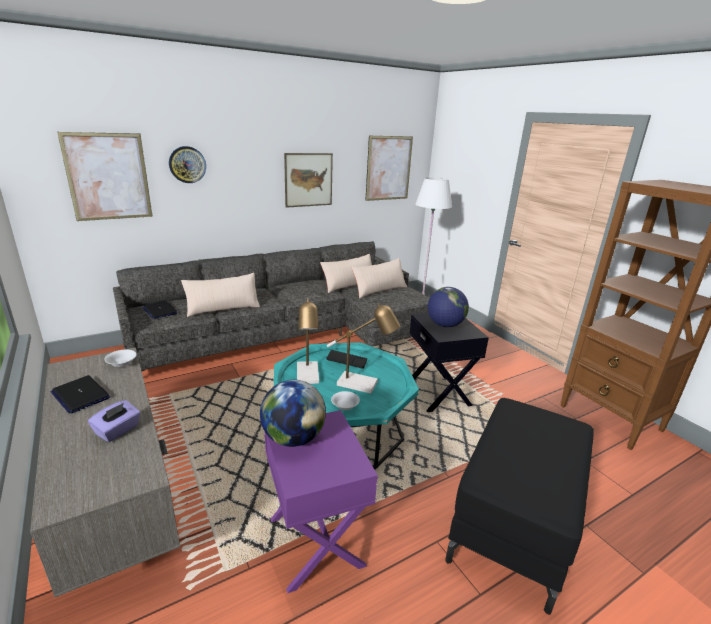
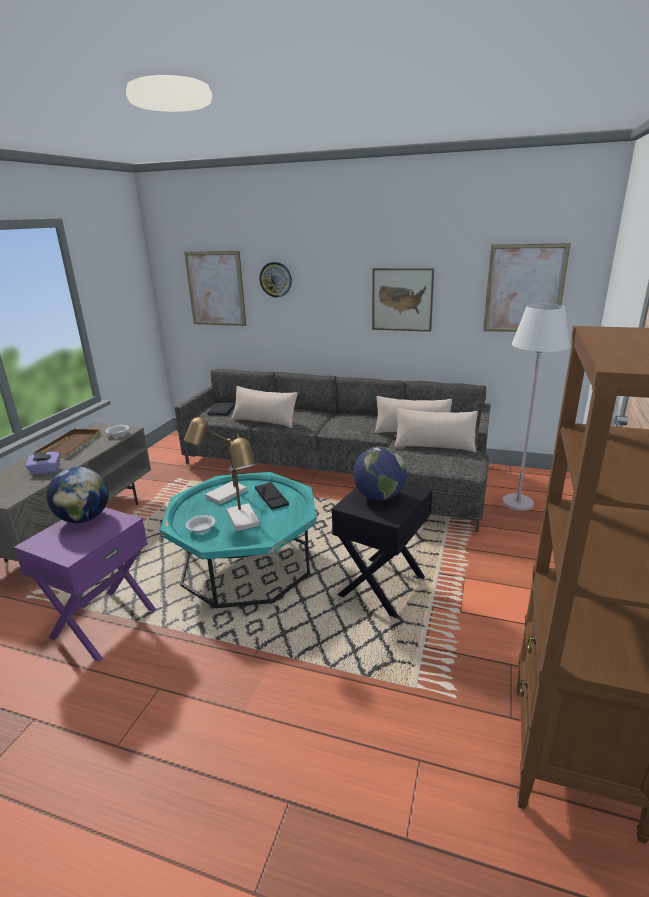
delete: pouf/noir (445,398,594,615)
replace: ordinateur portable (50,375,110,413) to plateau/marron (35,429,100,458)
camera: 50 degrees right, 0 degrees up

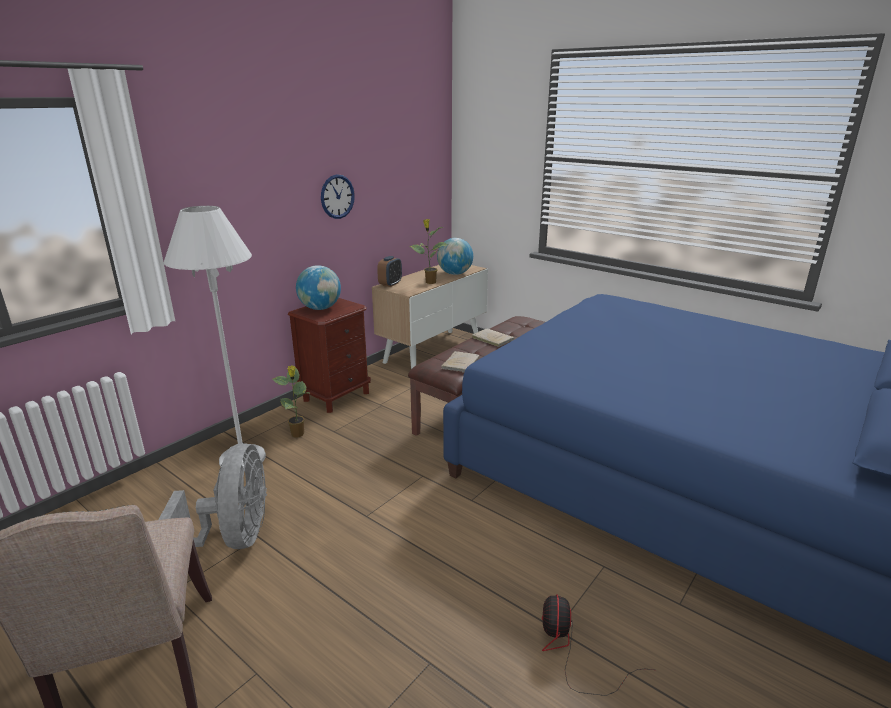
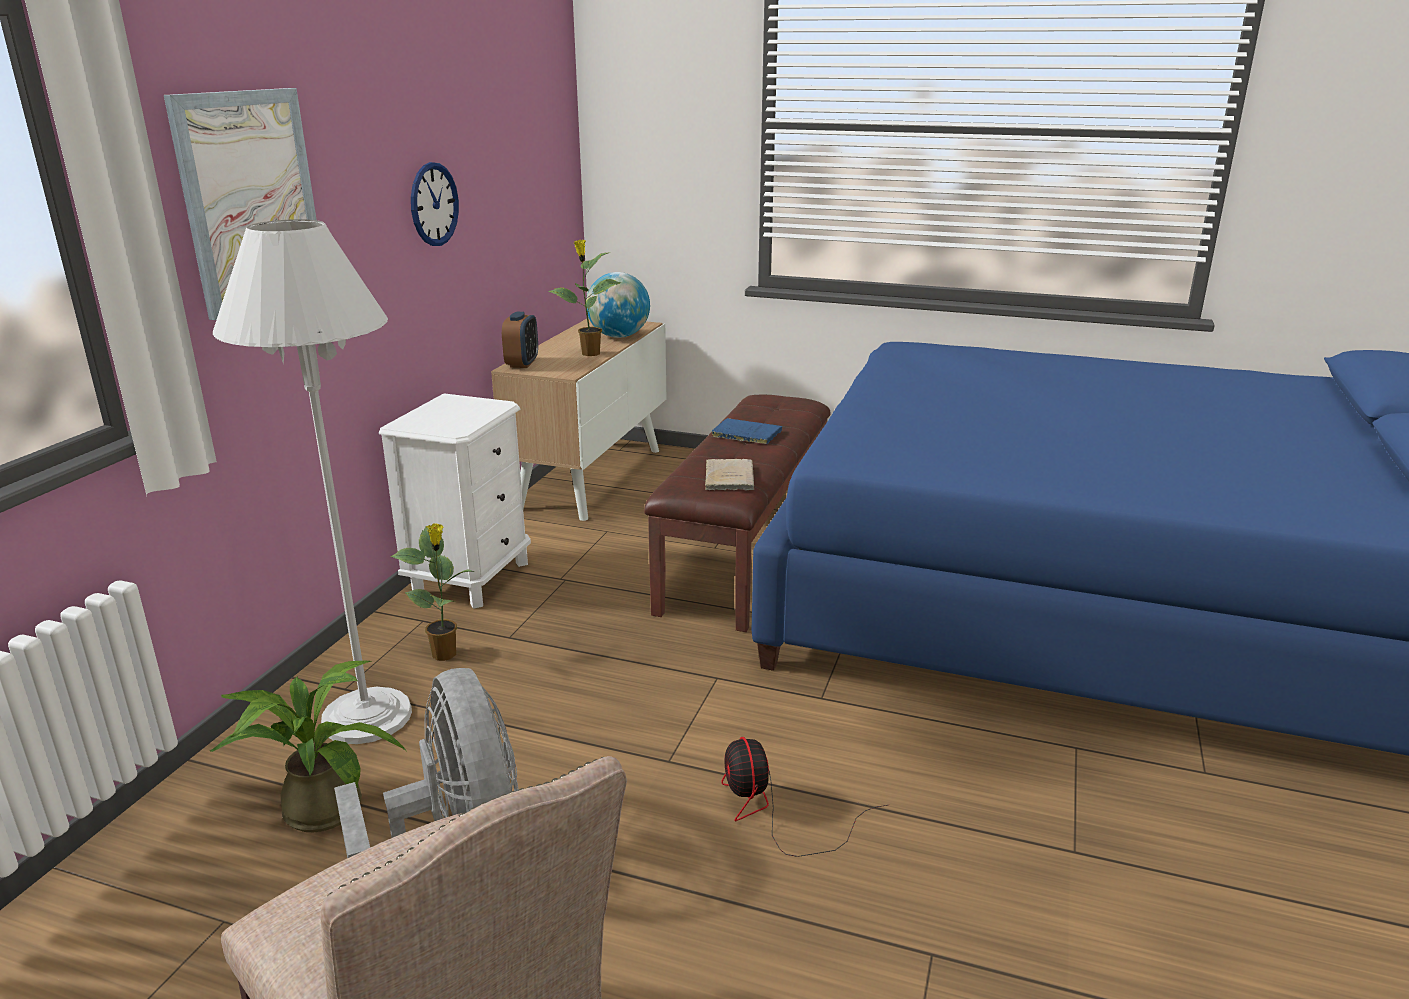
delete: globe (296,265,341,310)
insert: tableau (164,88,317,320); plante en pot (210,661,406,832)
move: ventilateur (542,594,653,696) to (721,737,888,857)
recolor: table de chevet/marron (288,298,371,413) to table de chevet/blanc (379,393,531,609); livre/beige (471,328,514,347) to livre/bleu (712,418,782,444)
camera: 20 degrees left, 0 degrees up

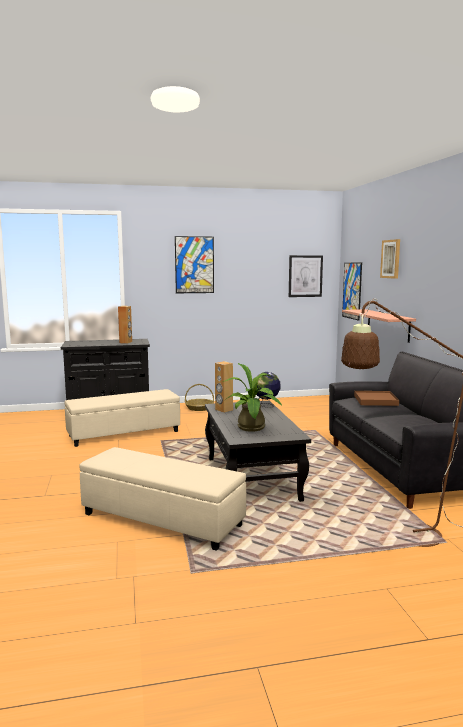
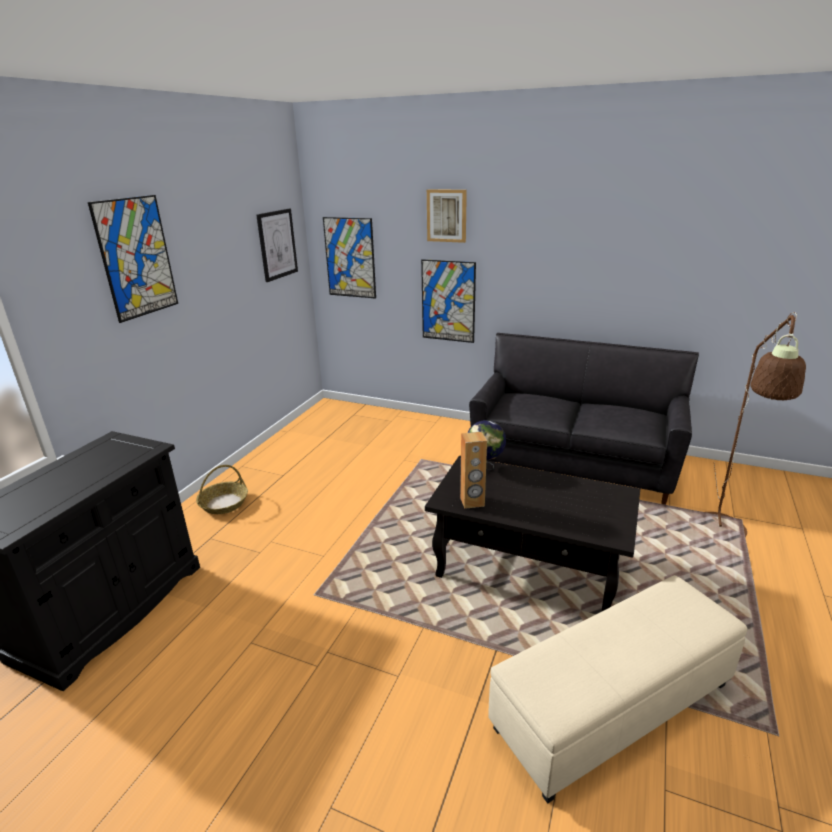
delete: pouf/beige (64,389,180,447); enceinte/marron (118,306,132,344); plante en pot (224,363,282,432); plateau/marron (354,391,399,406)
replace: étagère (342,309,416,343) to tableau (421,259,476,343)
camera: 55 degrees left, 15 degrees up

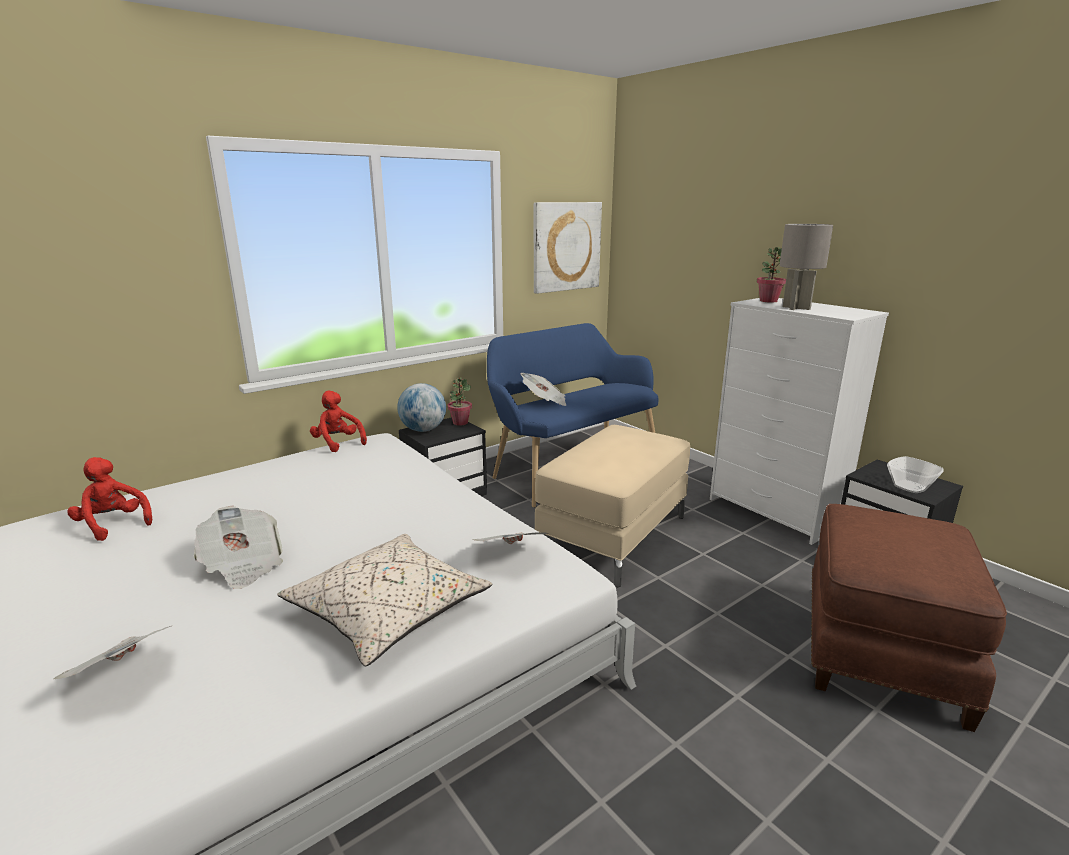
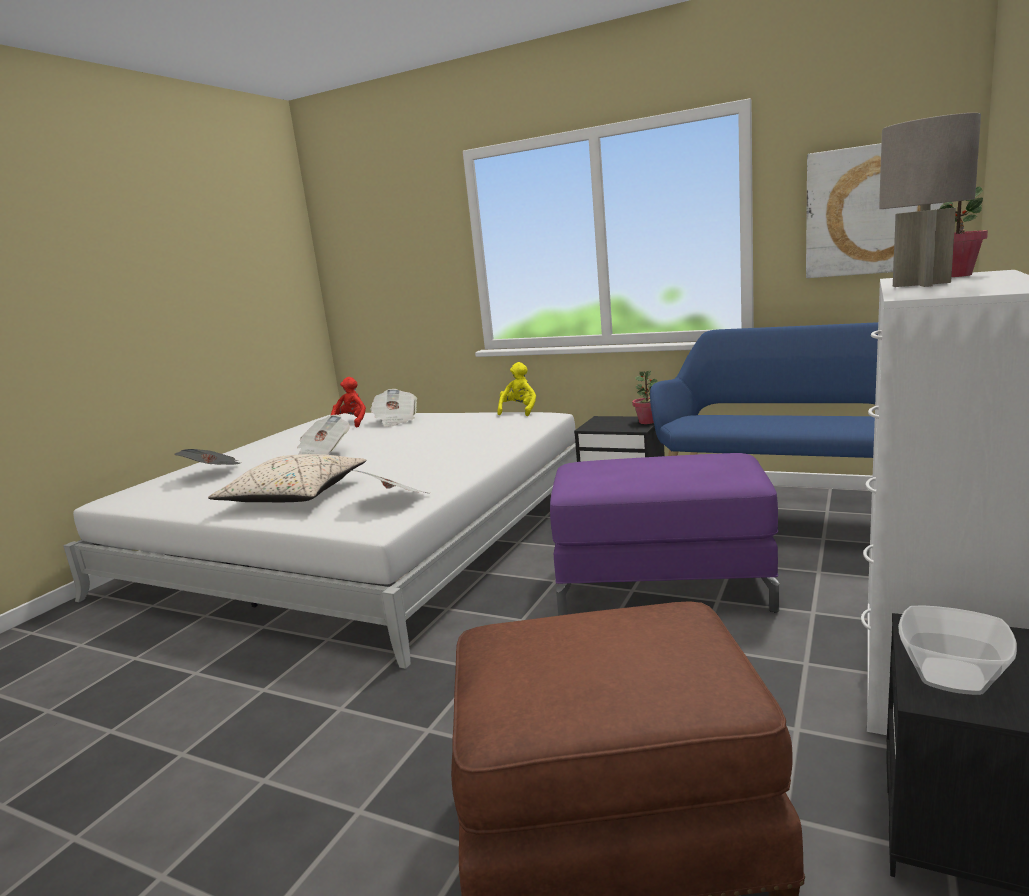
delete: globe (397,383,446,432)
move: journal (521,373,566,406) to (370,389,417,427)
recolor: peluche/rouge (310,391,367,452) to peluche/jaune (497,362,536,416); pouf/beige (535,425,690,587) to pouf/violet (550,453,779,616)
camera: 65 degrees right, 5 degrees down

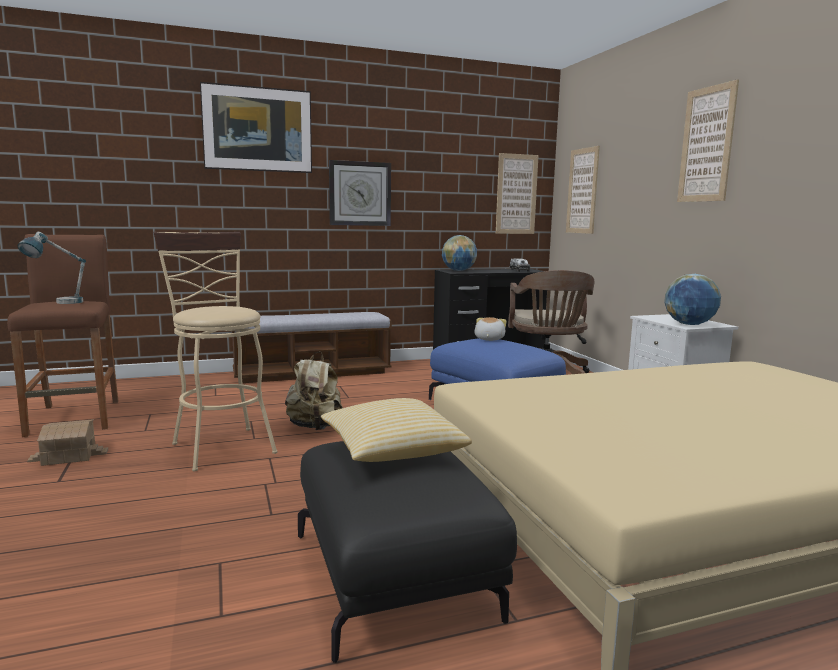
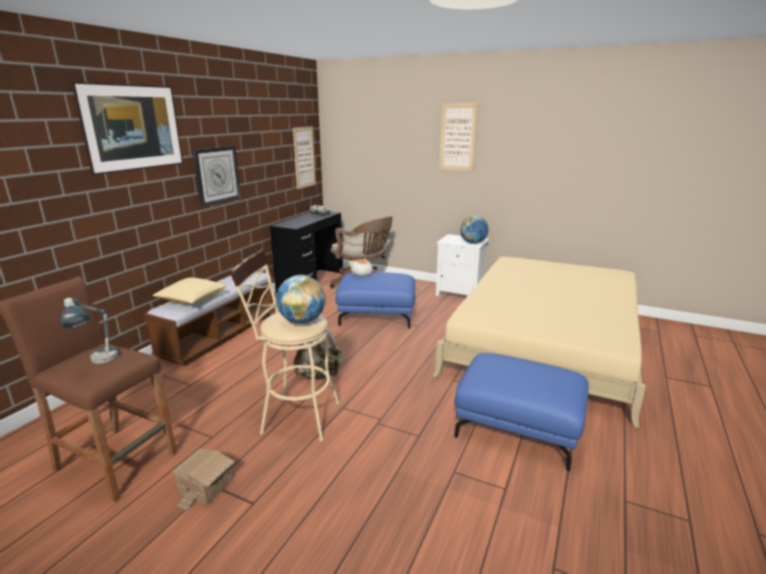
delete: tableau (566,146,600,234)
move: coussin (321,398,472,462) to (153,278,226,304); globe (442,235,477,271) to (276,275,325,324)
recolor: pouf/noir (298,441,517,663) to pouf/bleu (454,353,589,471)
camera: 45 degrees left, 10 degrees up

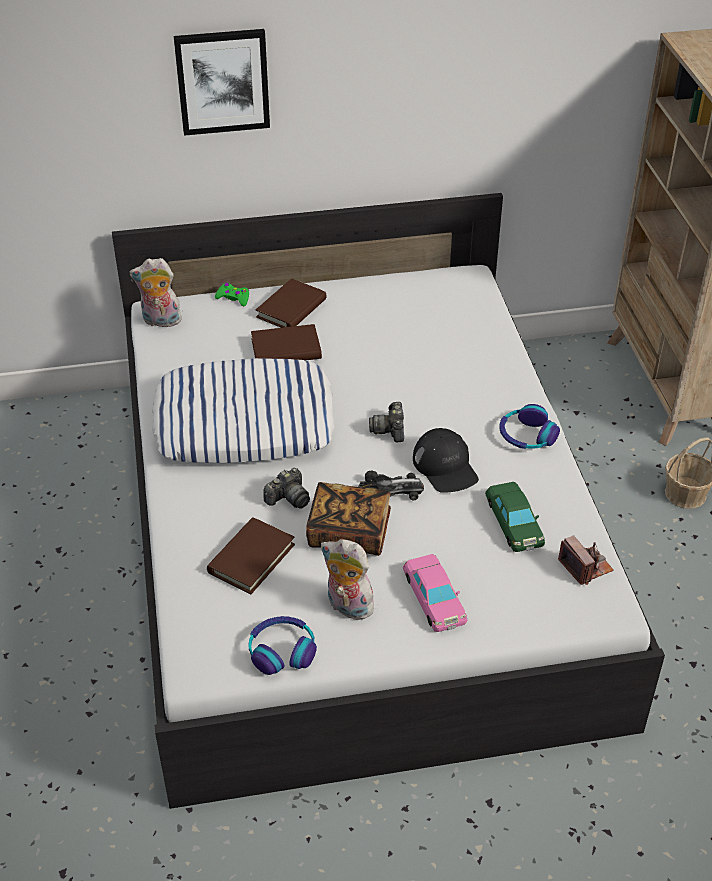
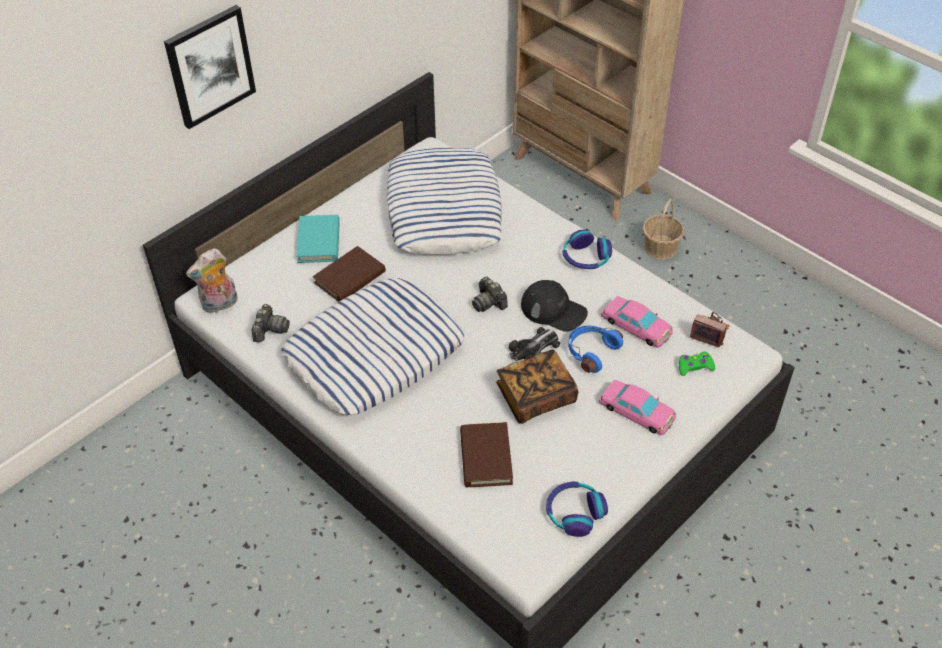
delete: peluche (321,539,380,620)
insert: coussin (387,147,502,255); casque audio/bleu (568,325,623,373)
move: manette/vert (215,283,249,306) to (679,352,715,376); appareil photo (263,468,310,509) to (251,304,290,342)
recolor: livre/marron (256,278,327,328) to livre/turquoise (296,215,340,263); petite voiture/vert (485,482,545,552) to petite voiture/rose (601,296,673,348)
camera: 35 degrees left, 5 degrees up

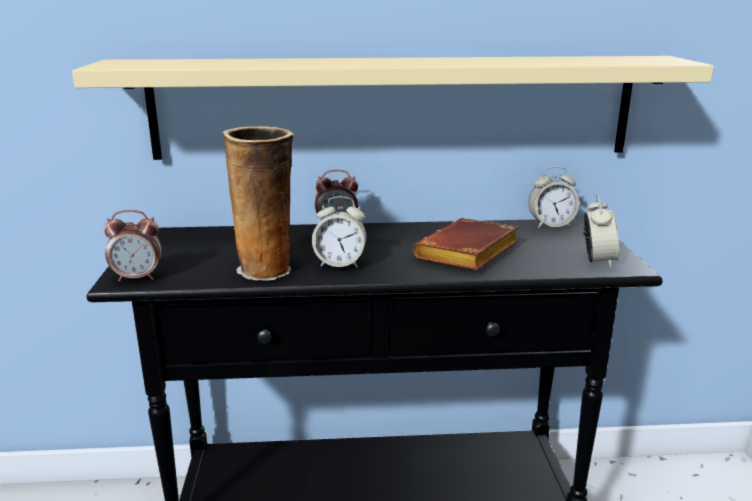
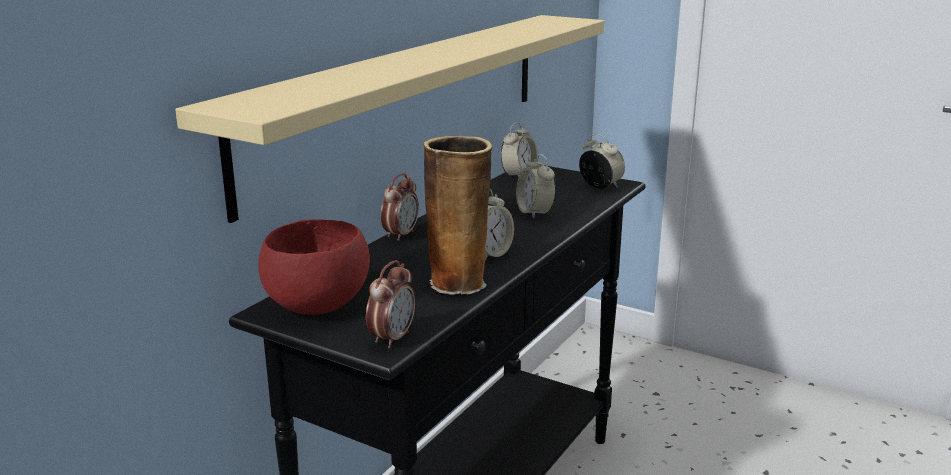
insert: bol/rouge (258,220,370,315)
replace: livre/marron (413,218,519,271) to réveil (516,154,556,219)
camera: 55 degrees left, 0 degrees up

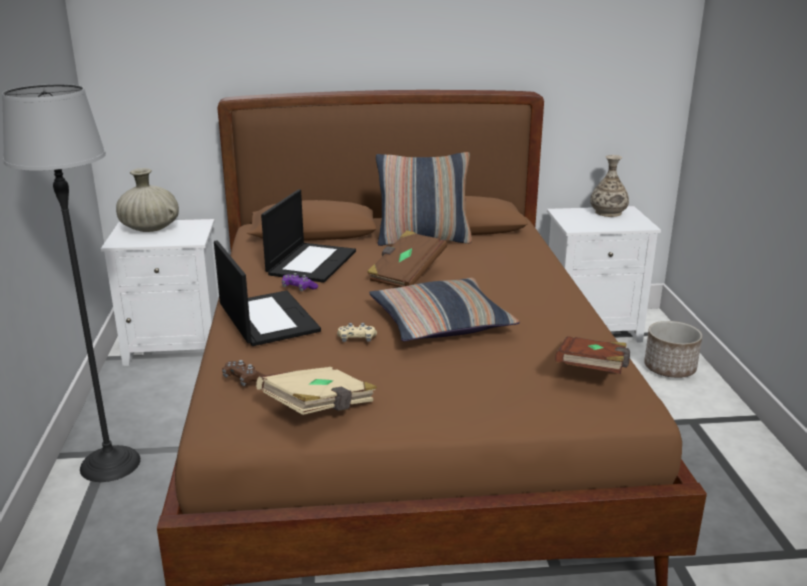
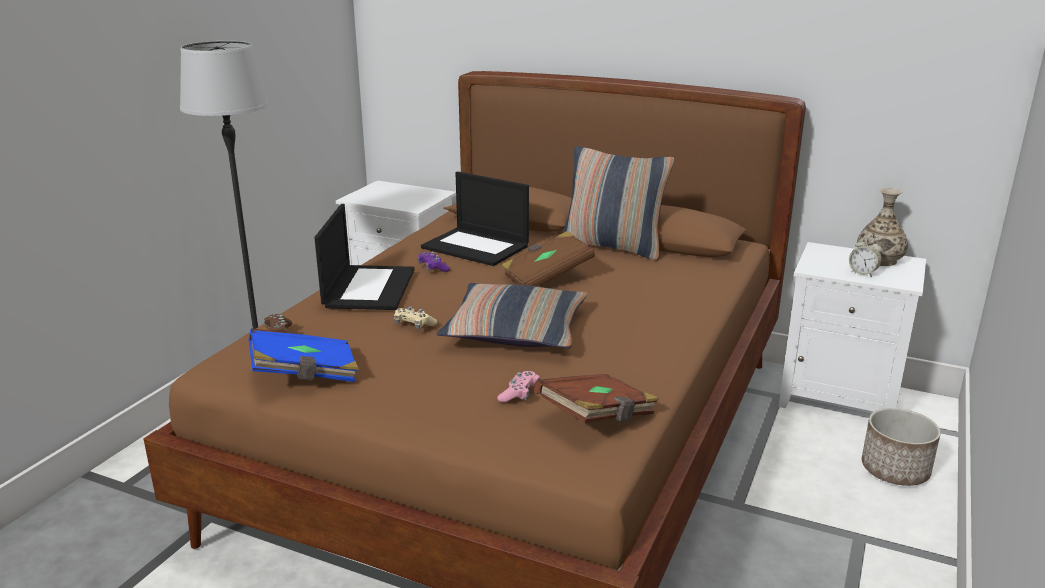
delete: vase/beige (116,168,179,232)
insert: manette/rose (497,371,540,402); réveil (849,237,882,277)
recolor: livre/beige (256,367,377,415) to livre/bleu (248,329,359,382)
rotate: ordinateur portable (261,189,356,283) = (421,172,529,266) 75 degrees clockwise
camera: 30 degrees right, 0 degrees up

